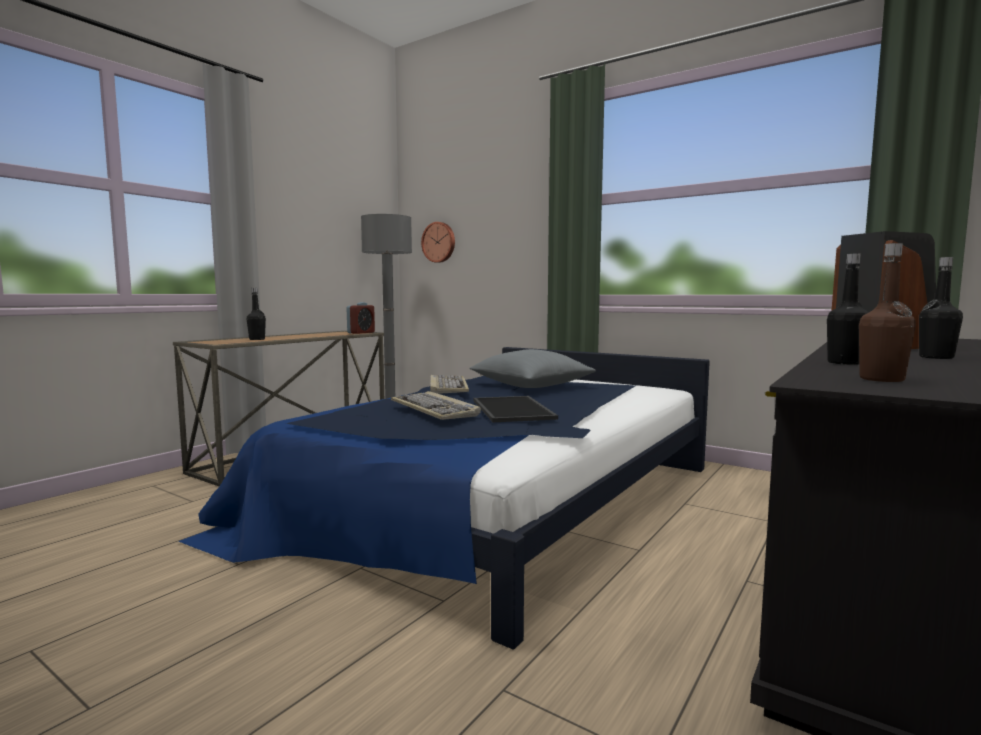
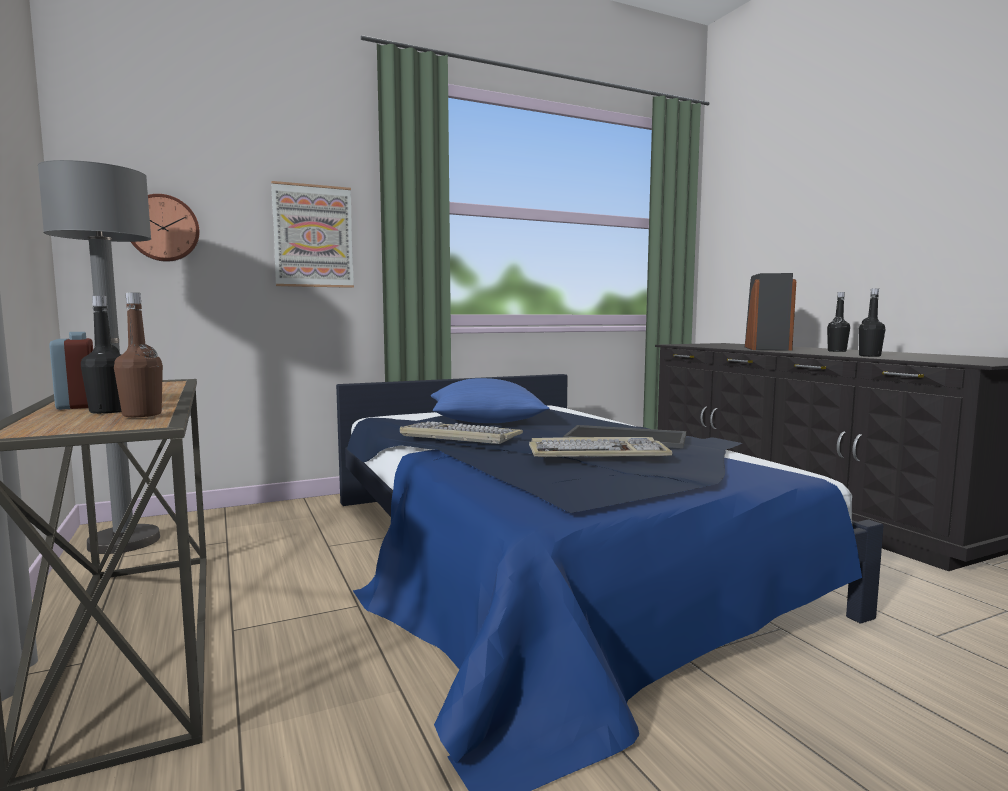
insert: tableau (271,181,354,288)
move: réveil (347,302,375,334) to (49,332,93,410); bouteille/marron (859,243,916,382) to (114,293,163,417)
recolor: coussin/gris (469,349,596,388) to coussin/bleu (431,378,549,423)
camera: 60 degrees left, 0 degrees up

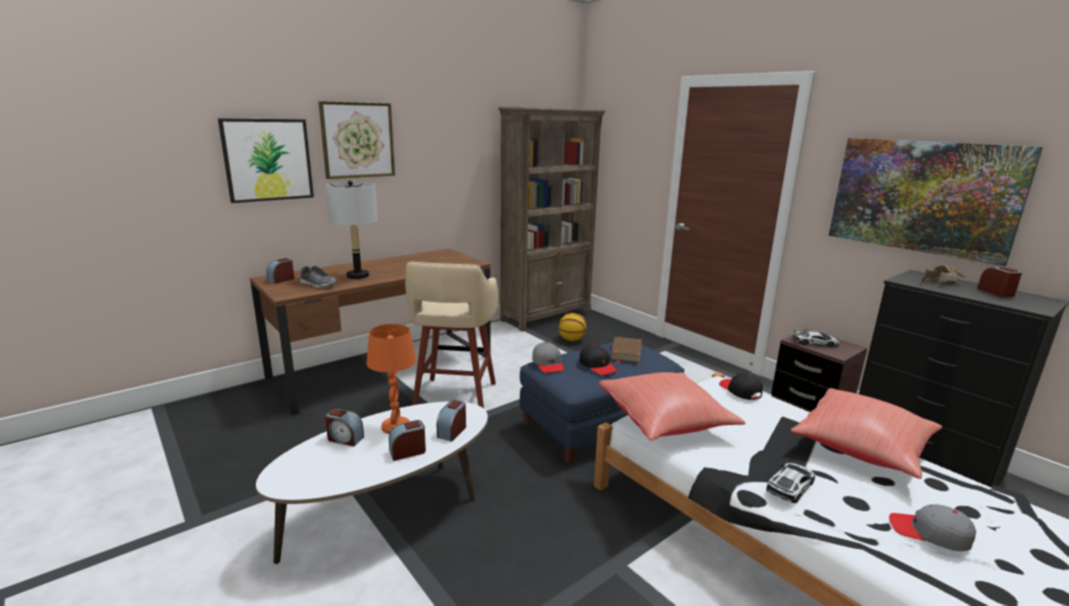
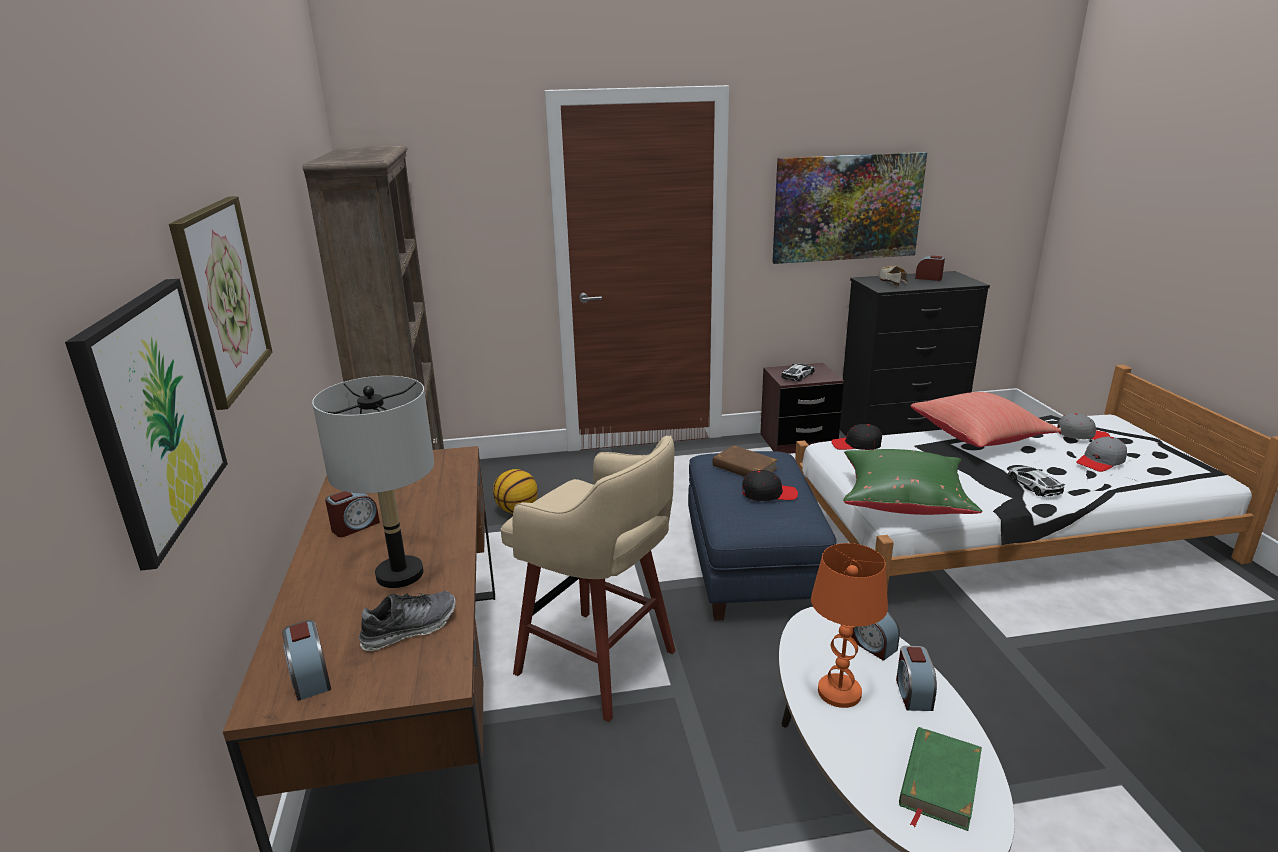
insert: livre/vert (899,727,982,831)
move: réveil (325,408,364,447) to (325,491,380,537); casquette/gris (532,342,564,373) to (1057,413,1110,440)
recolor: coussin/rouge (599,372,745,440) to coussin/vert (843,449,982,515)
camera: 60 degrees left, 5 degrees up

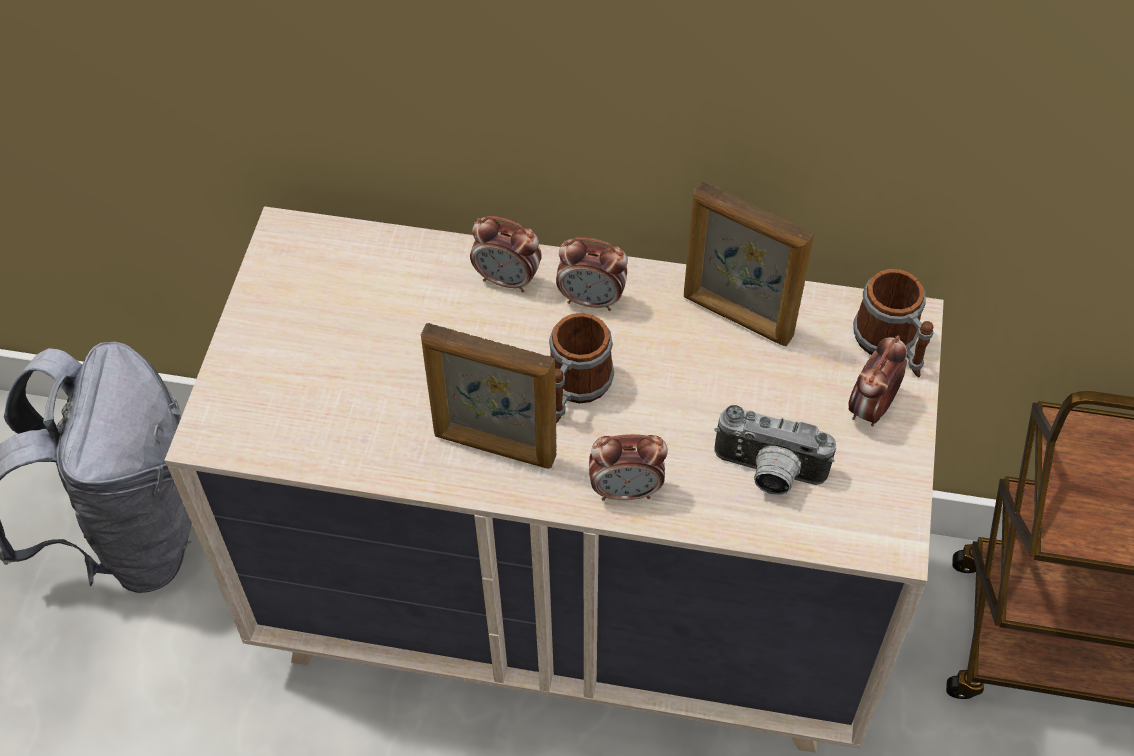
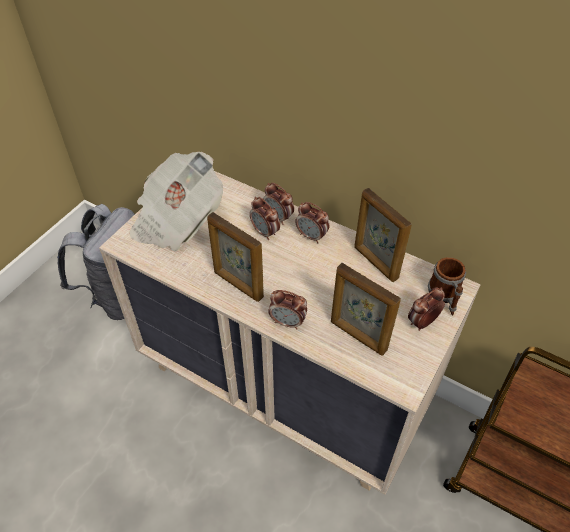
delete: mug (549,313,614,423)
insert: journal (129,152,223,251); réveil (250,197,280,240)
replace: appareil photo (714,405,836,495) to cadre photo (331,263,401,356)
camera: 20 degrees right, 5 degrees down

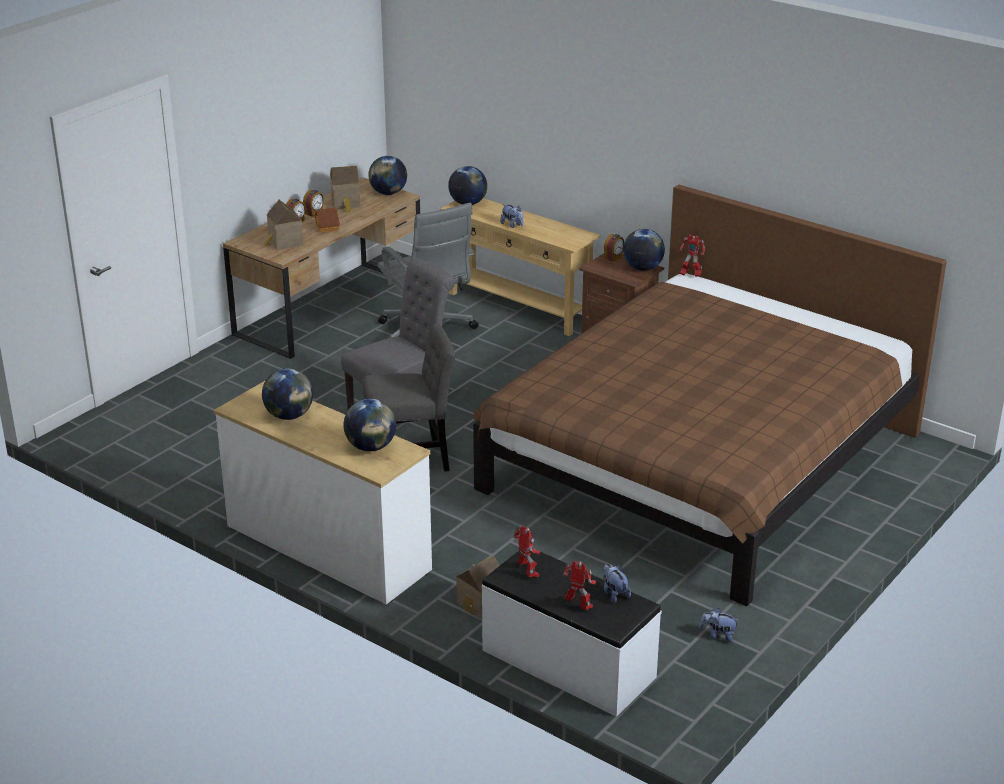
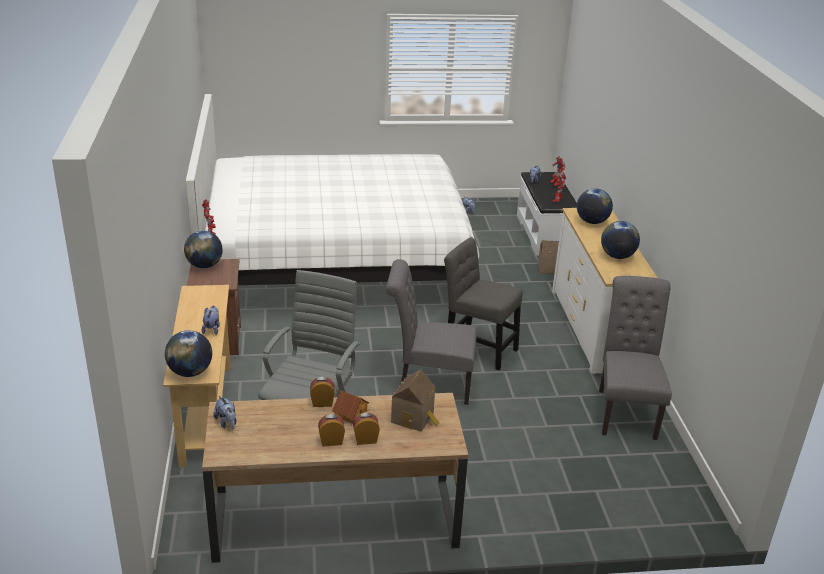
delete: maison miniature (330,166,360,212)
insert: chaise/gris (599,276,672,440)
move: réveil (604,234,624,262) to (310,377,335,407)
replace: globe (368,156,407,195) to peluche (213,396,236,430)
recolor: lit/marron (472,185,947,606) to lit/blanc (185,94,479,285)
camera: 135 degrees left, 0 degrees up

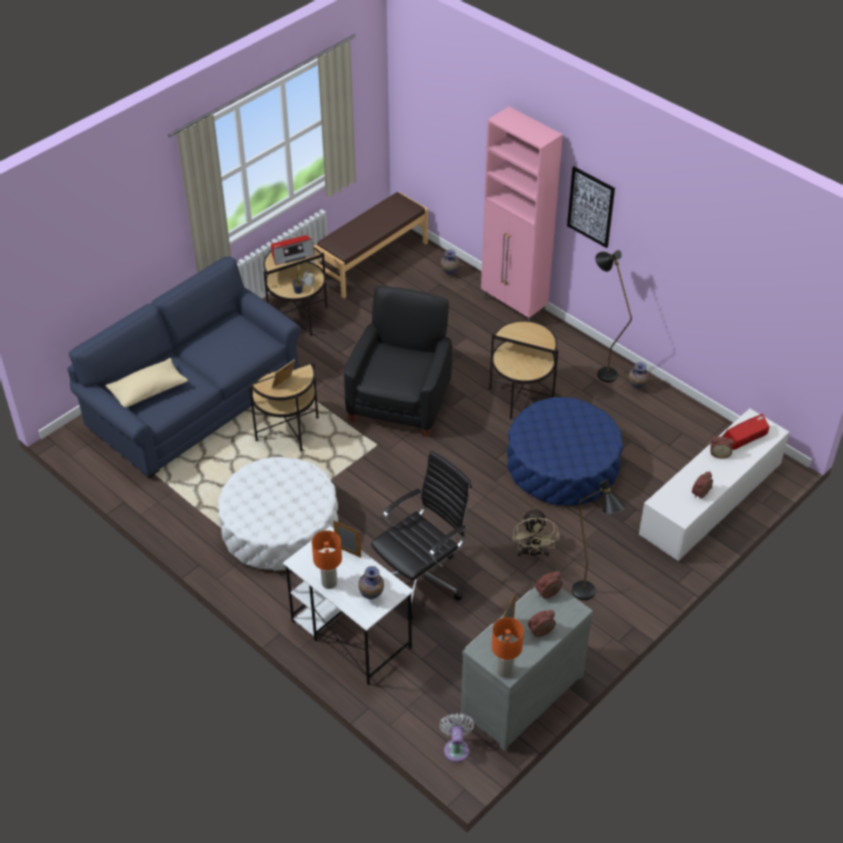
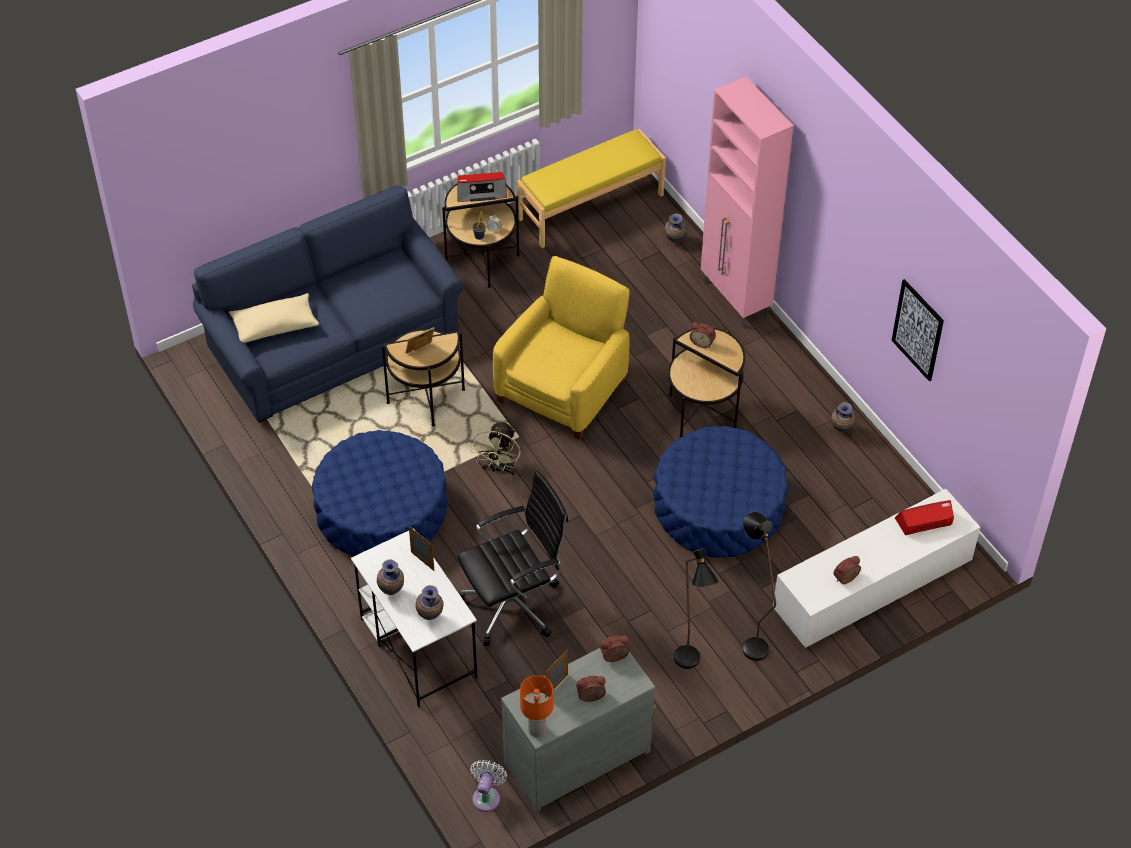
move: ventilateur/beige (513,508,559,558) to (471,421,521,475); tableau (567,166,615,248) to (891,279,944,382); lampadaire/noir (595,250,632,382) to (743,512,776,661); réveil (710,437,734,459) to (690,322,716,348)
replace: lampe de table/orange (312,530,342,589) to vase (377,559,404,595)
recolor: pouf/blanc (218,457,338,570) to pouf/bleu (312,430,447,556); banc/marron (314,192,428,299) to banc/jaune (517,129,666,248); fauteuil/noir (344,286,452,437) to fauteuil/jaune (493,256,630,440)
camera: 15 degrees right, 5 degrees up

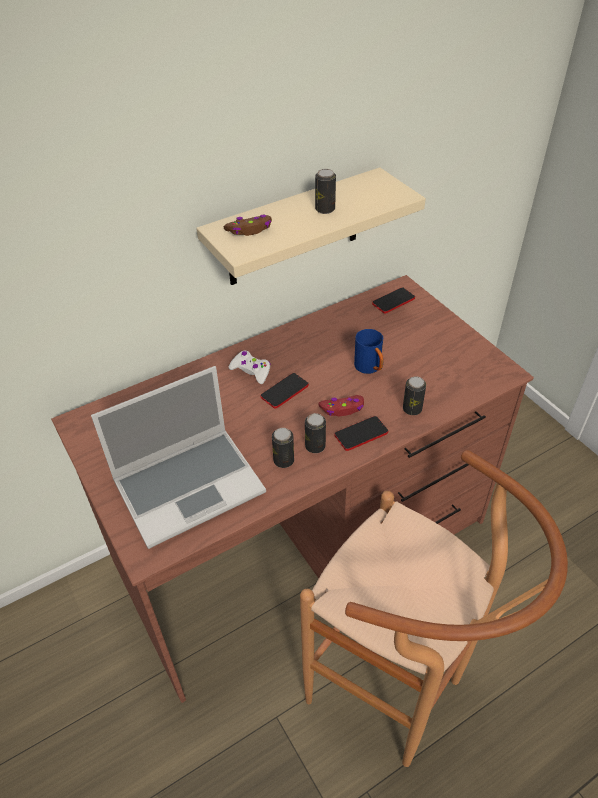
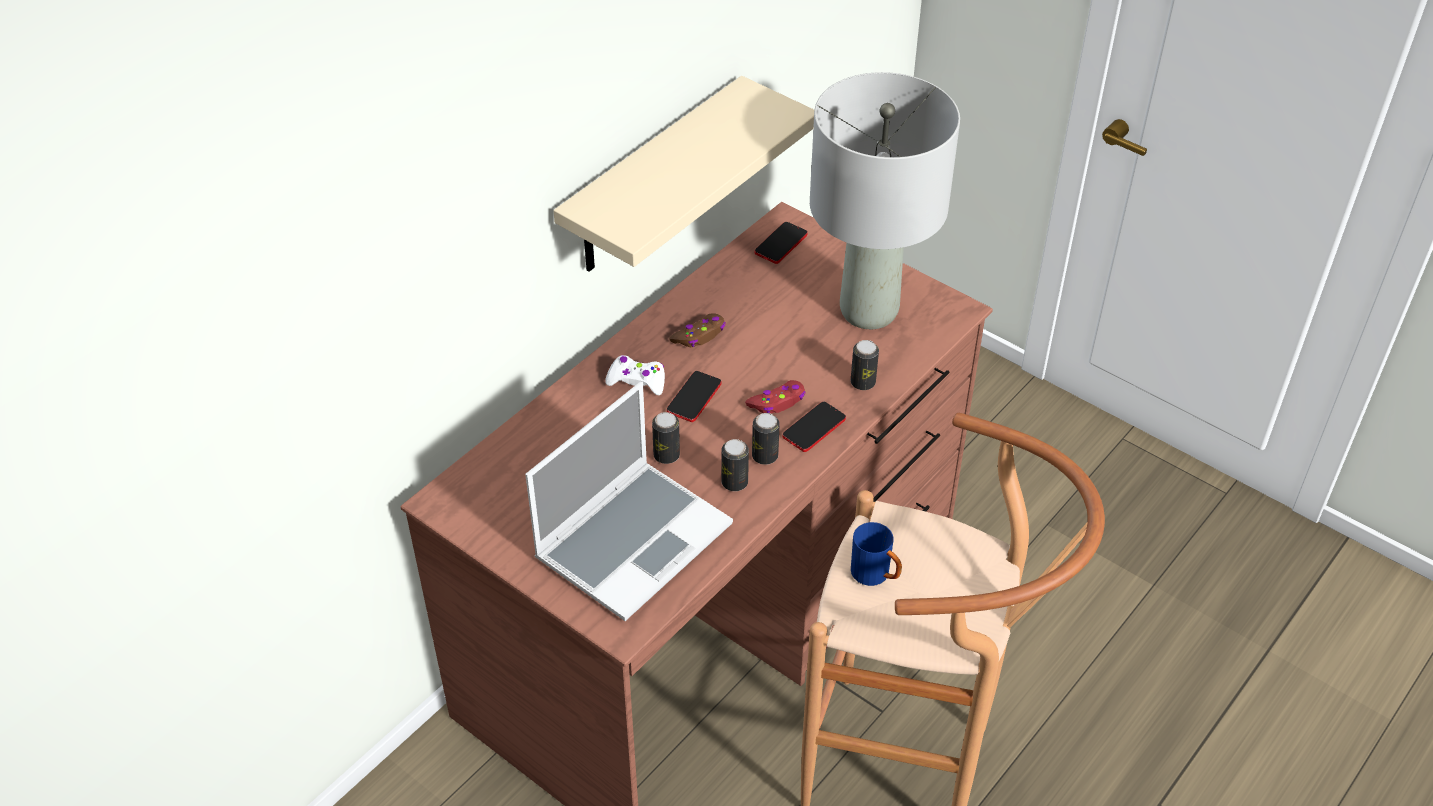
insert: lampe de table/gris (810,72,960,329)
move: manette/marron (224,215,272,236) to (669,314,726,347); boîte métallique (315,169,336,214) to (652,412,680,464); mug/bleu (354,329,384,374) to (851,522,902,586)
camera: 20 degrees left, 0 degrees up

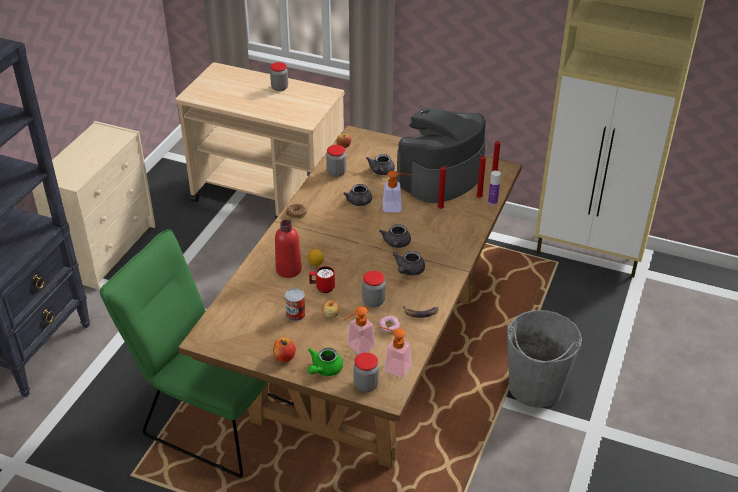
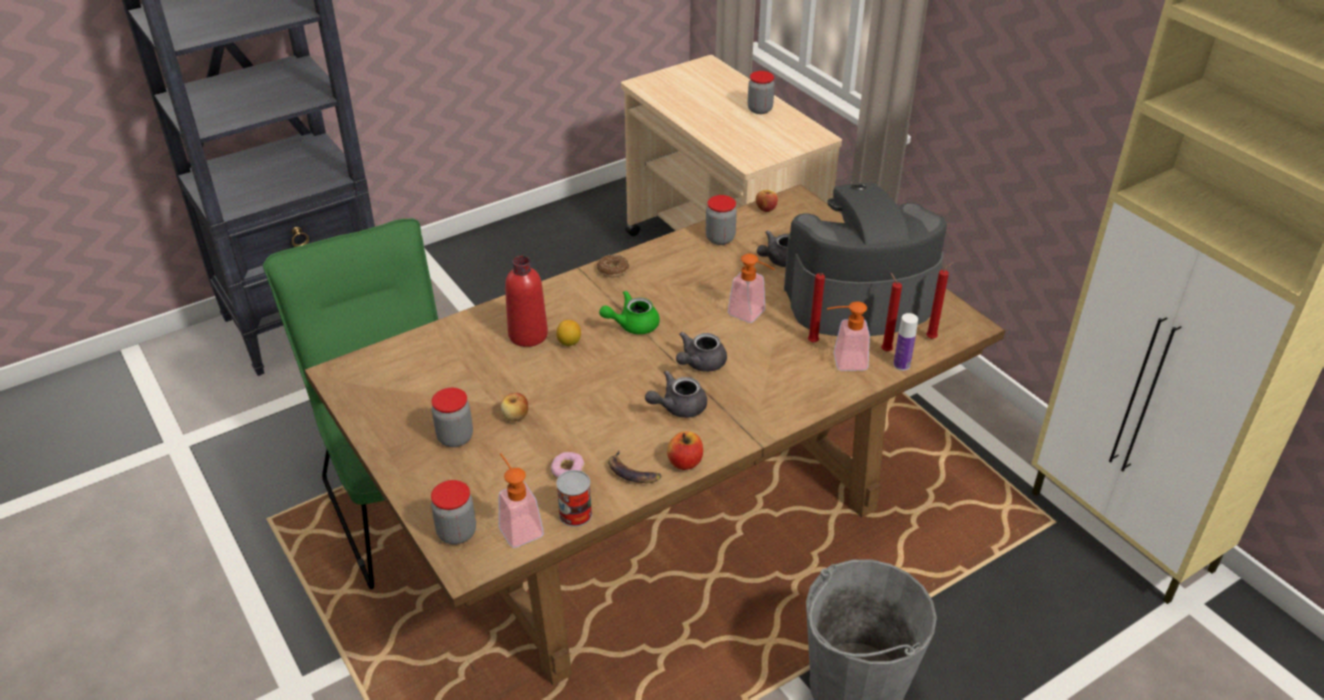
delete: commode/beige (32,121,156,290); mug/rouge (309,266,335,293); théière/gris (343,184,372,206)
move: pomme (273,337,296,362) to (667,431,703,470); boîte métallique (285,288,306,321) to (556,470,592,527); théière/vert (307,348,343,376) to (599,291,660,334); distributeur de savon (344,306,375,354) to (827,301,870,371); bocal (362,271,386,307) to (432,388,473,447)
camera: 35 degrees right, 0 degrees up

